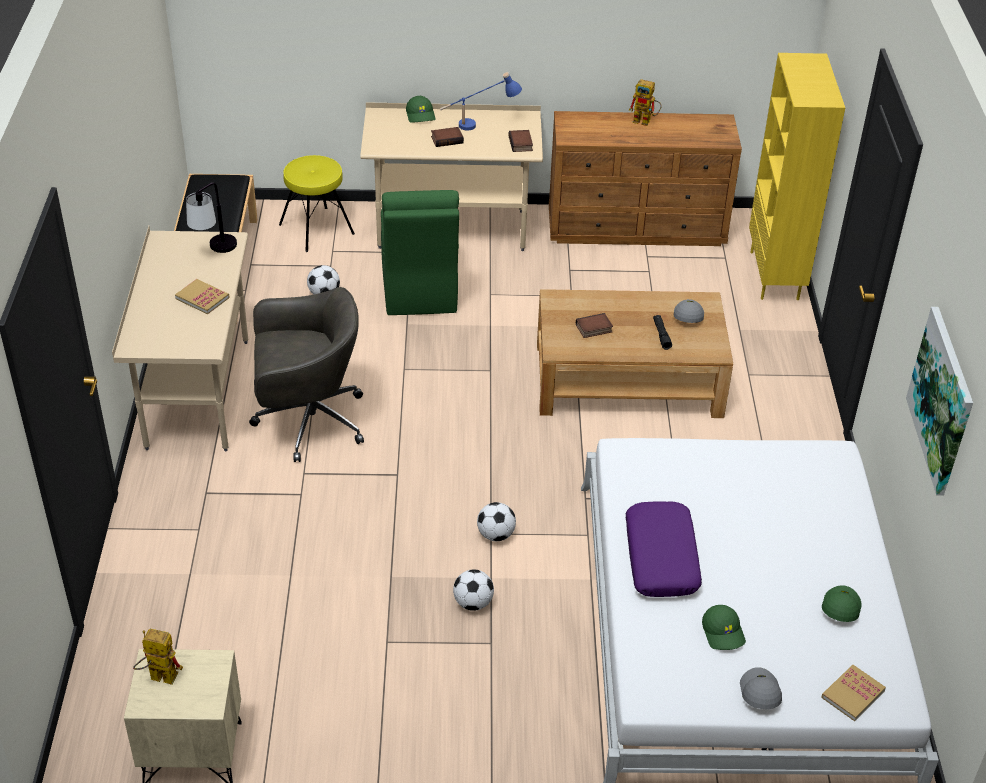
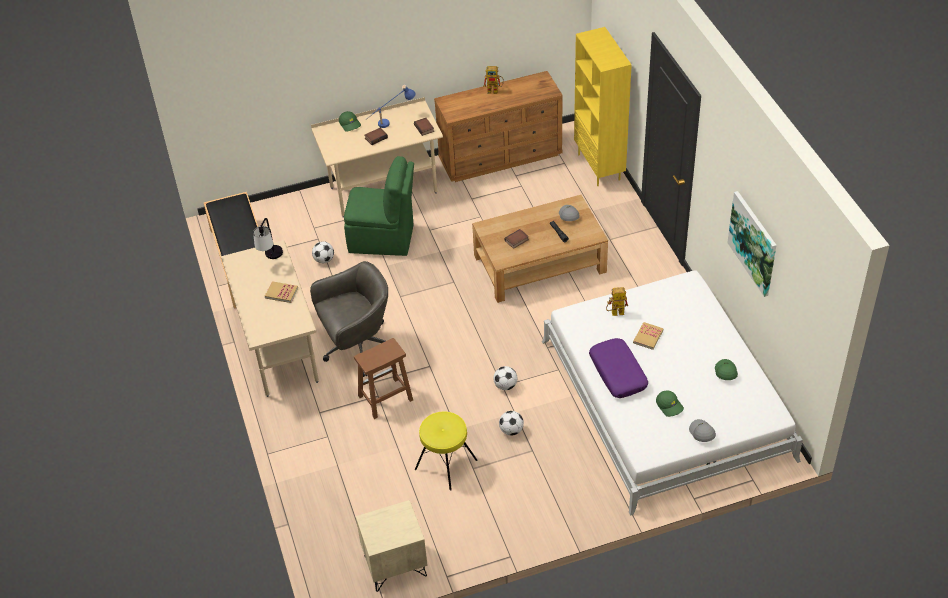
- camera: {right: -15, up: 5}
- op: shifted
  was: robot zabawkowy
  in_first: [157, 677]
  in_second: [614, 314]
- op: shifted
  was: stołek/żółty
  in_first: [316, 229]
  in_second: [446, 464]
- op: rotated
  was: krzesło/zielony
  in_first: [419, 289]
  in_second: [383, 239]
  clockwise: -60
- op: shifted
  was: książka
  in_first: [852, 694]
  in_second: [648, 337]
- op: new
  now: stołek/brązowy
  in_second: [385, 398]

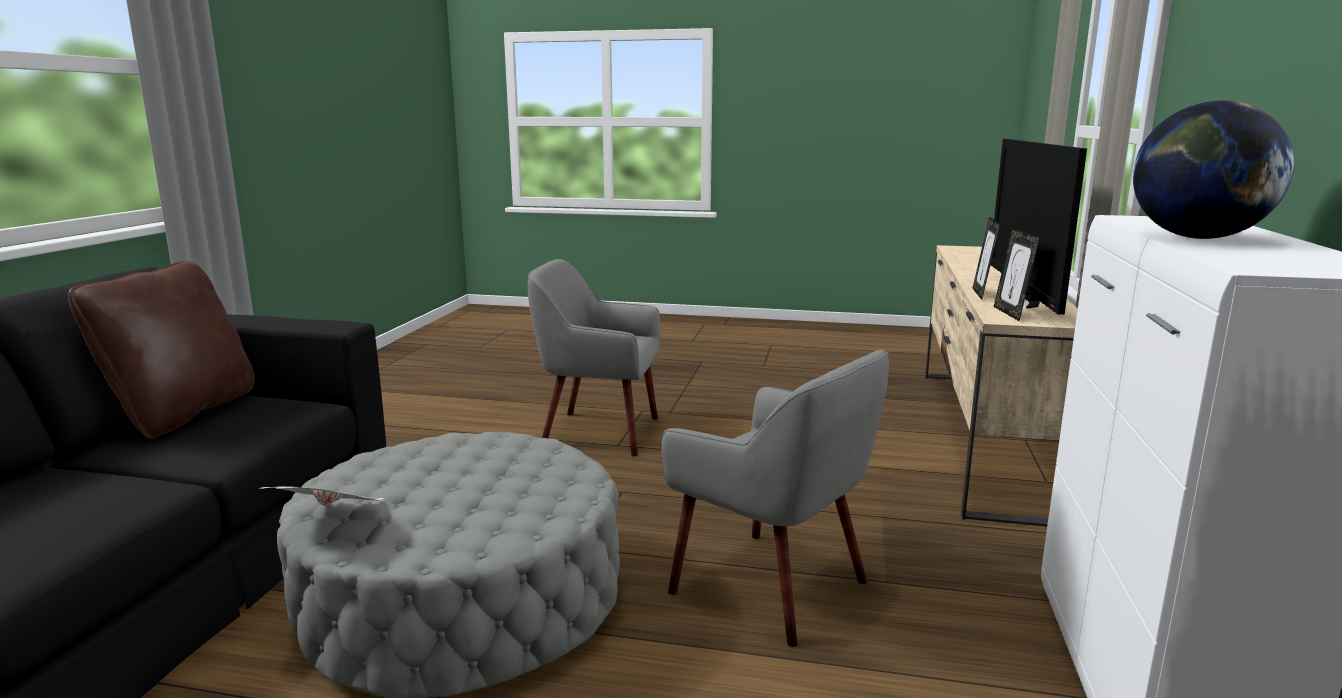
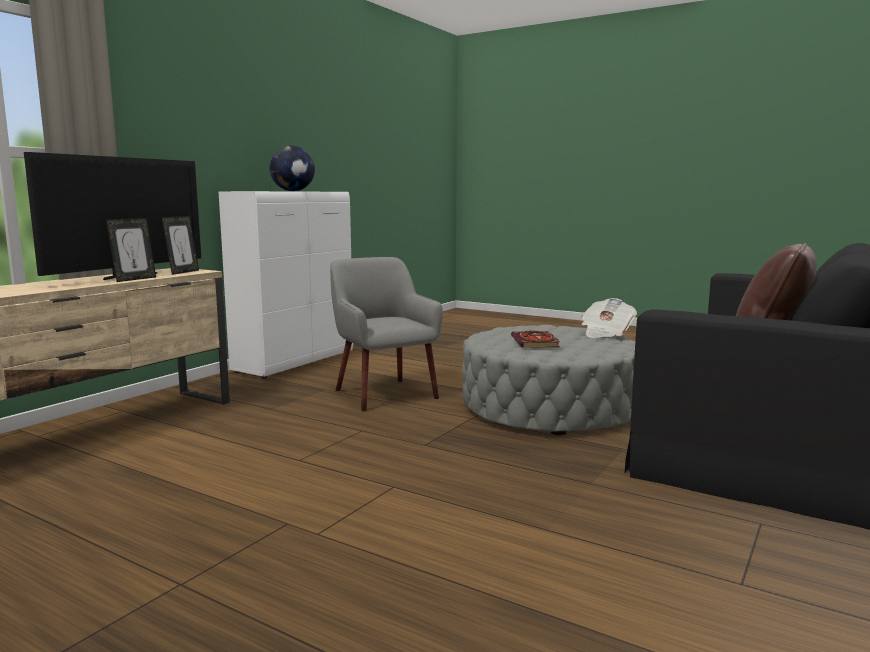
- camera: {right: -160, up: -5}
- op: gone
  was: fotel/szary
  in_first: [599, 432]
- op: new
  now: książka
  in_second: [536, 342]

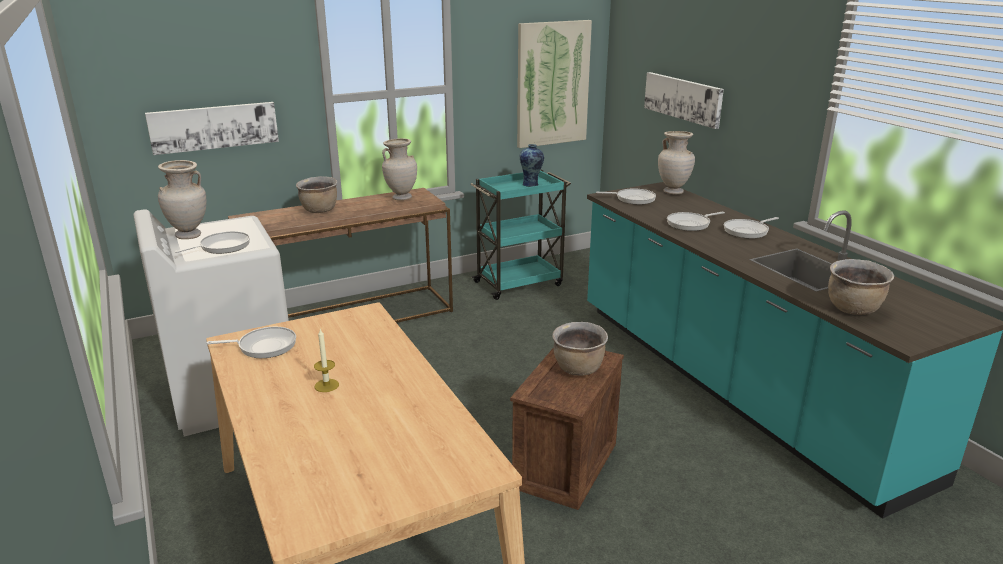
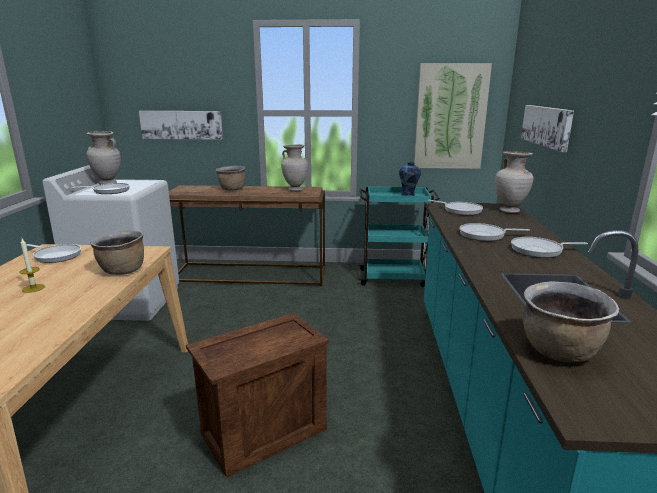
- camera: {right: 30, up: -5}
- op: shifted
  was: garnek/brązowy
  in_first: [578, 369]
  in_second: [122, 271]

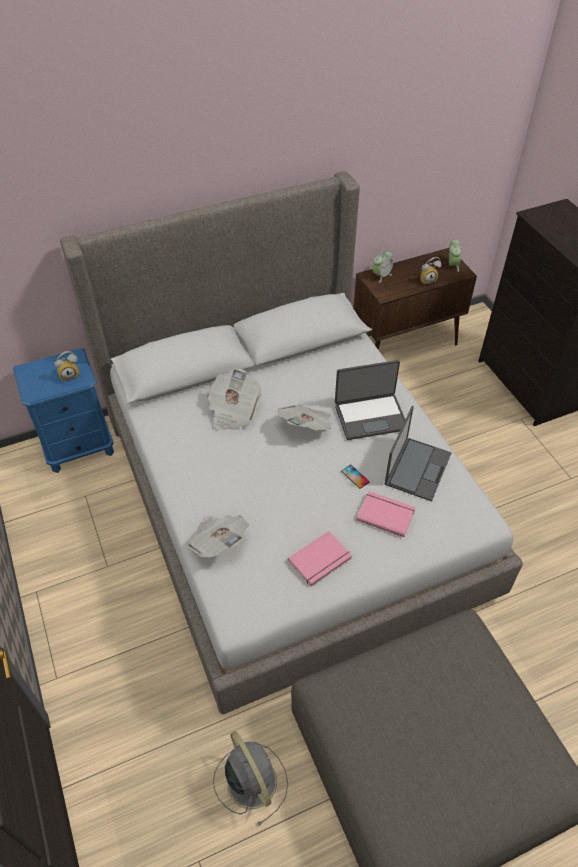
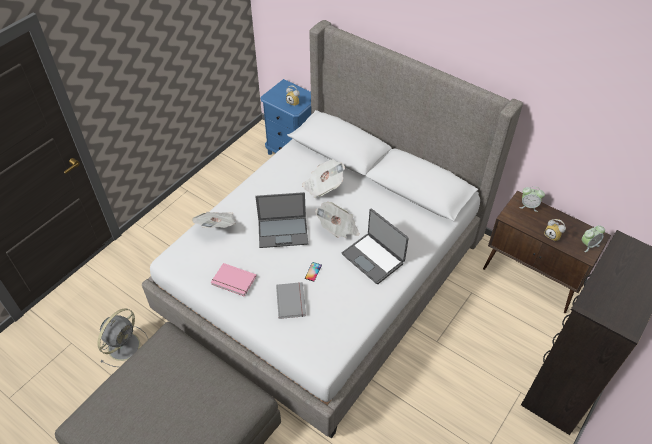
- camera: {right: 60, up: 0}
- op: repainted
  was: książka/różowy
  now: książka/szary
  in_first: [385, 513]
  in_second: [292, 301]
- op: shifted
  was: laptop
  in_first: [418, 468]
  in_second: [283, 232]

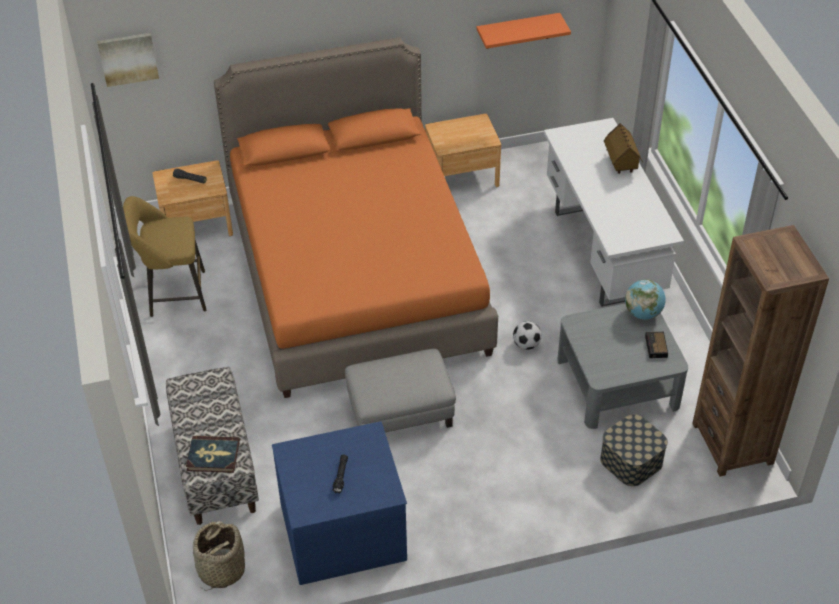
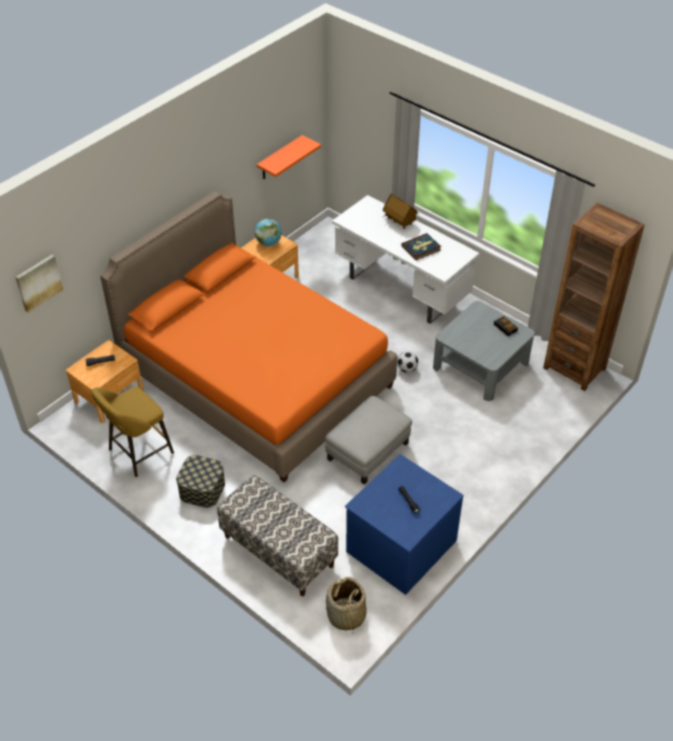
- camera: {right: -35, up: 0}
- op: shifted
  was: książka
  in_first: [213, 456]
  in_second: [421, 248]
- op: shifted
  was: pojemnik do przechowywania
  in_first: [631, 461]
  in_second: [202, 489]
- op: shifted
  was: globus
  in_first: [643, 313]
  in_second: [268, 243]

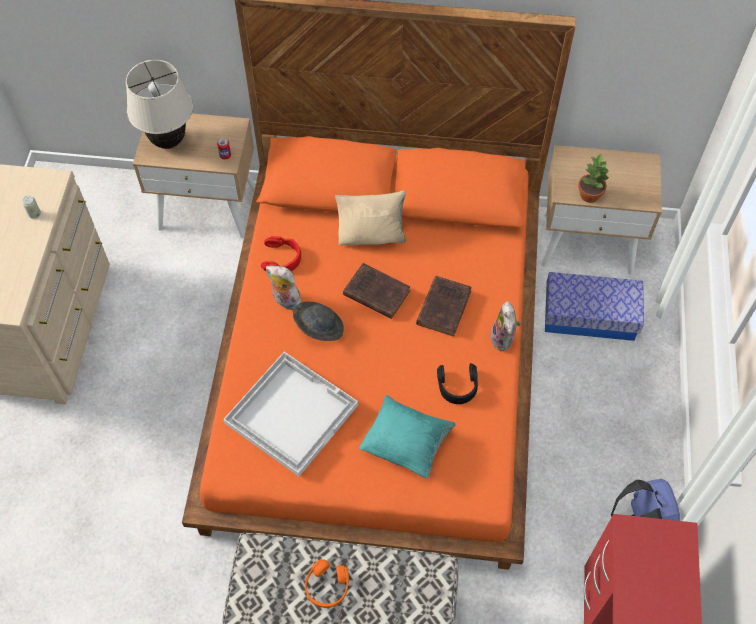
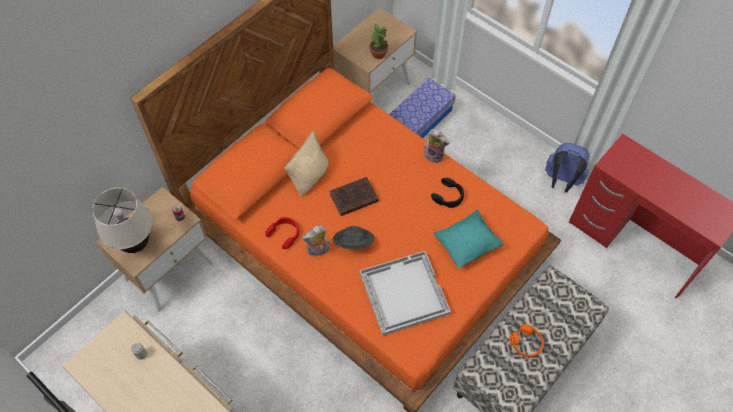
- camera: {right: -55, up: 0}
- op: gone
  was: książka/brązowy
  in_first: [444, 306]

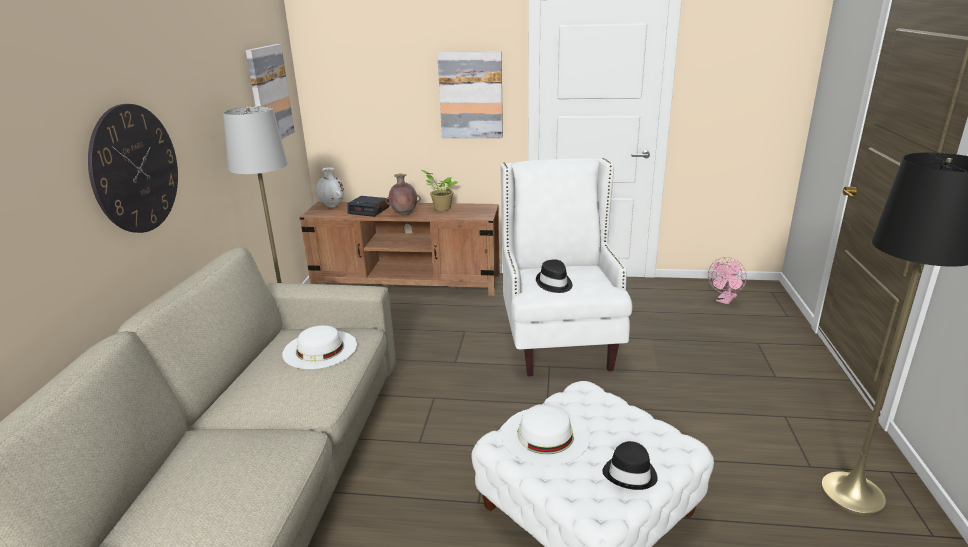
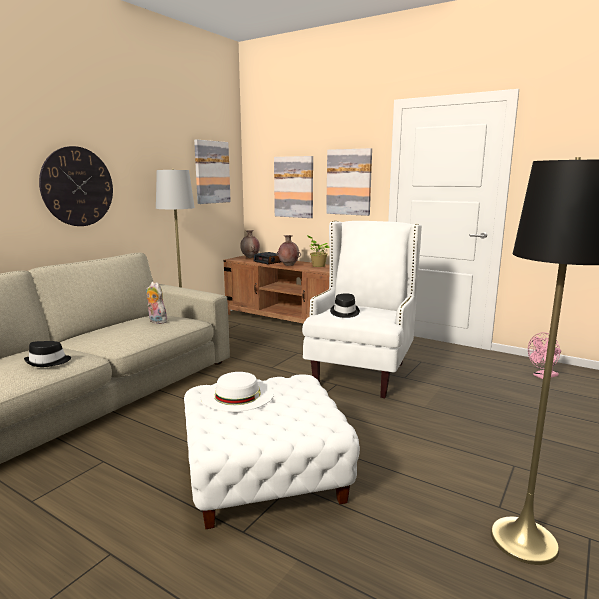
- camera: {right: 25, up: -10}
- op: swapped
  was: kapelusz/biały
  now: pluszak
  in_first: [320, 349]
  in_second: [156, 321]
- op: repainted
  was: wazon/biały
  now: wazon/brązowy
  in_first: [332, 206]
  in_second: [250, 257]
- op: shifted
  was: kapelusz/czarny
  in_first: [630, 474]
  in_second: [48, 362]
- op: new
  now: obraz
  in_second: [294, 187]

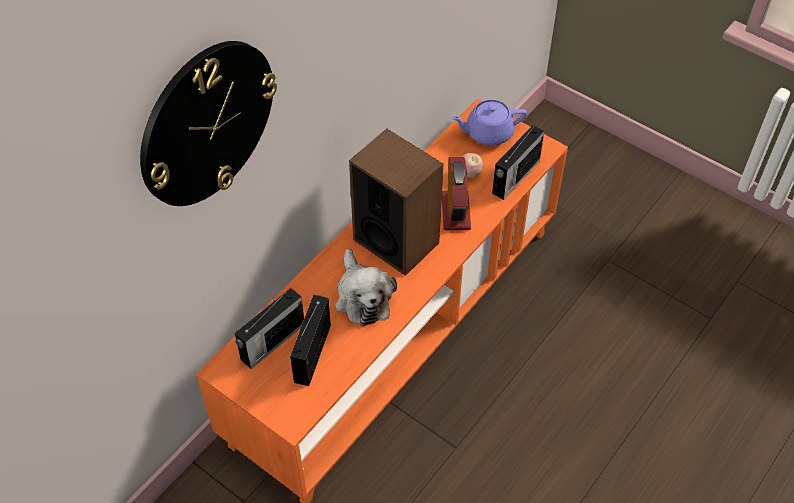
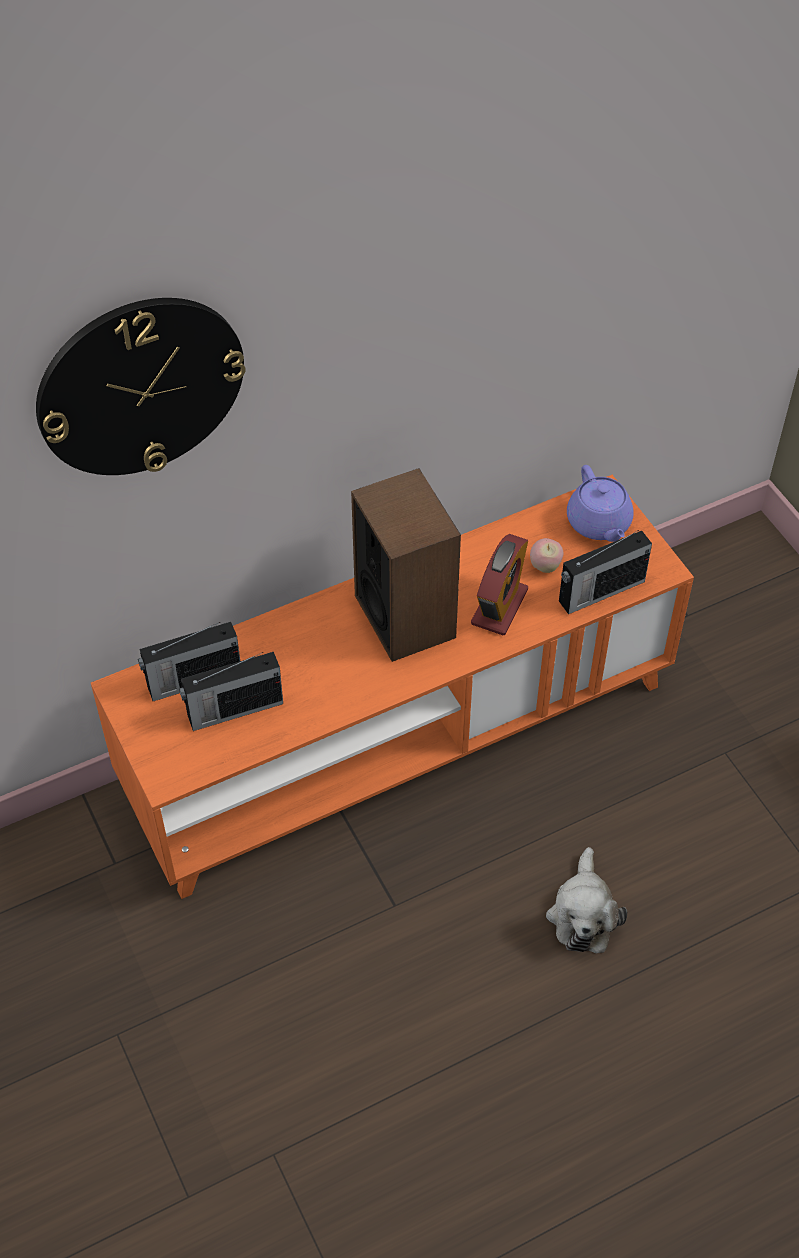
- camera: {right: 25, up: 0}
- op: rotated
  was: radio
  in_first: [313, 352]
  in_second: [233, 710]
  clockwise: -150
- op: shifted
  was: pluszak
  in_first: [362, 297]
  in_second: [583, 913]
- op: rotated
  was: imbryk/fioletowy
  in_first: [488, 133]
  in_second: [599, 523]
  clockwise: -120

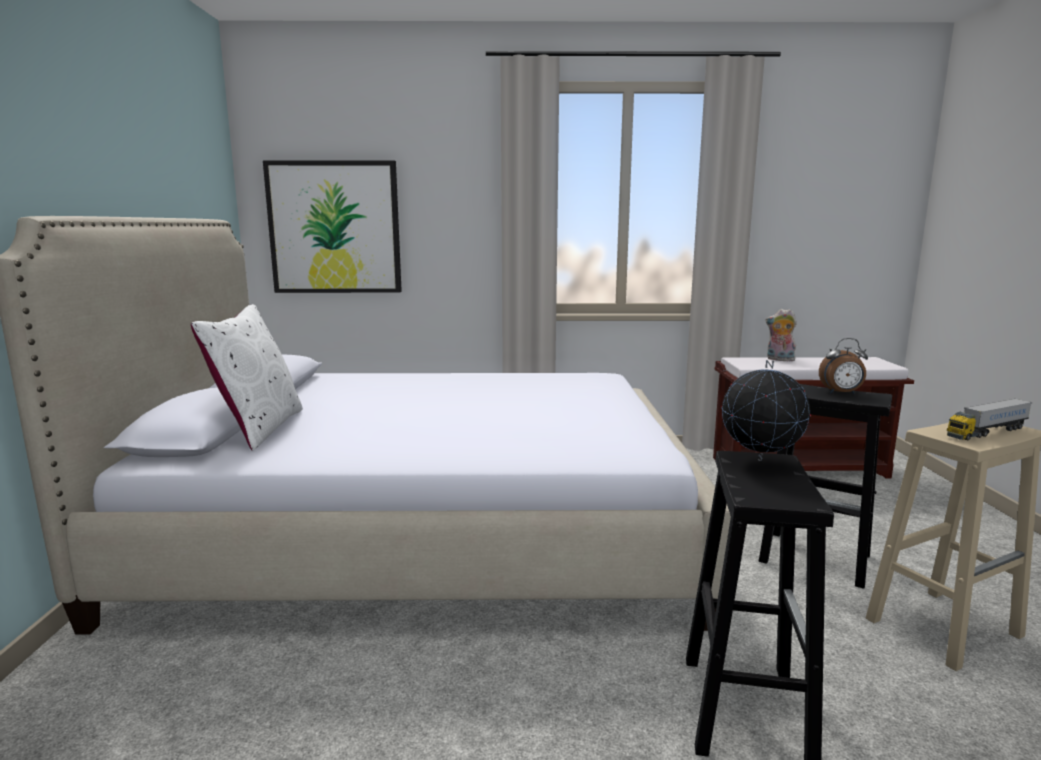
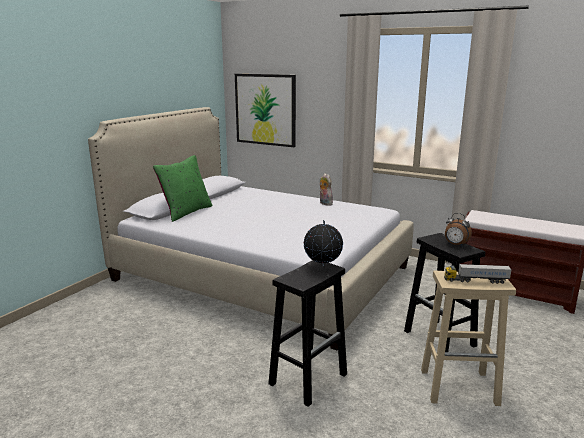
- camera: {right: 30, up: 5}
- op: repainted
  was: poduszka/biały
  now: poduszka/zielony
  in_first: [259, 428]
  in_second: [186, 212]
- op: shifted
  was: pluszak
  in_first: [779, 359]
  in_second: [324, 203]

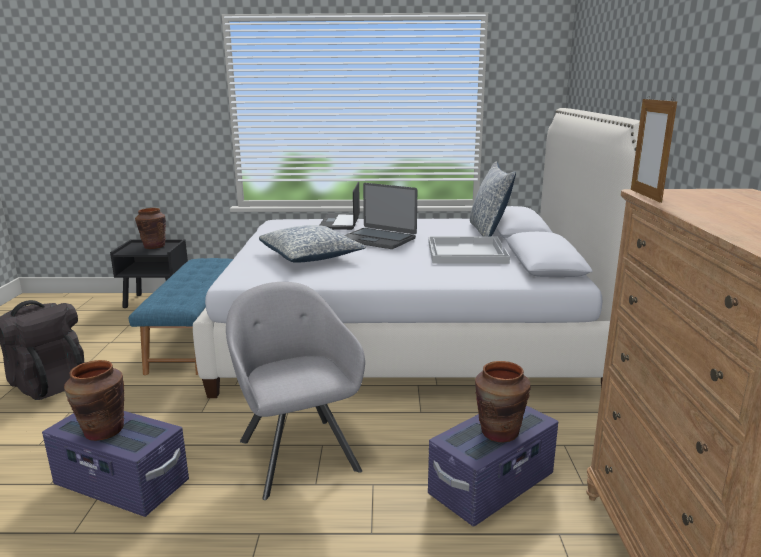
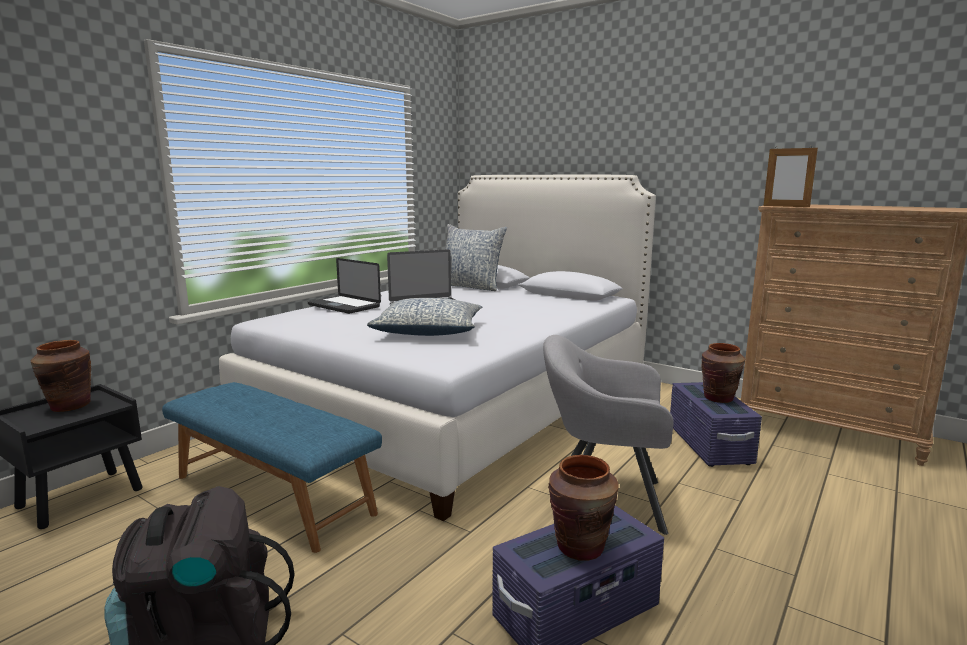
- camera: {right: -55, up: -5}
- op: gone
  was: taca/biały
  in_first: [465, 252]

